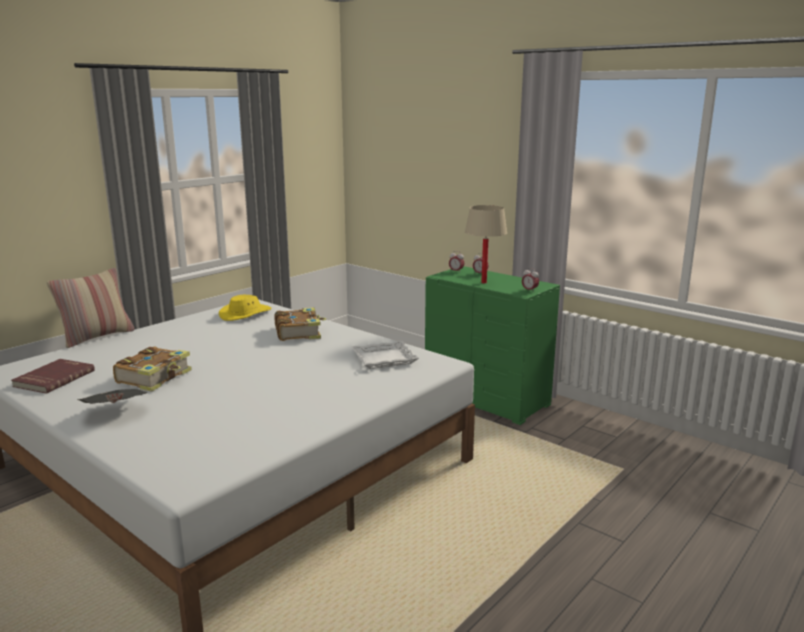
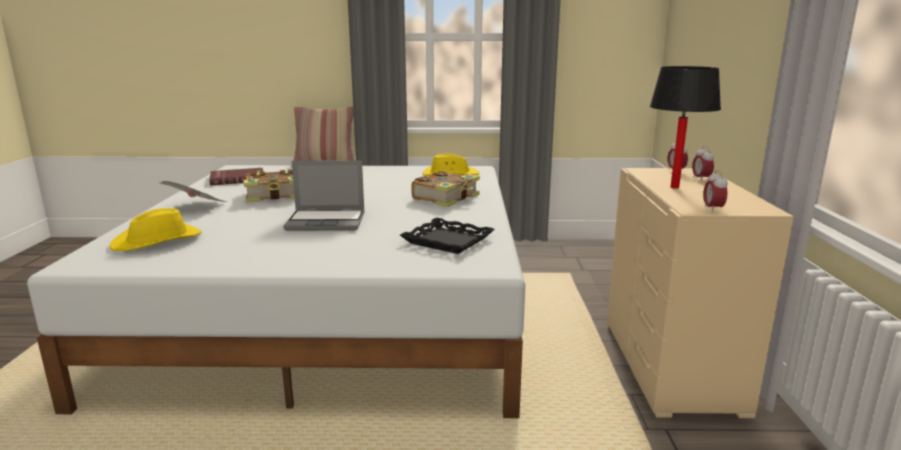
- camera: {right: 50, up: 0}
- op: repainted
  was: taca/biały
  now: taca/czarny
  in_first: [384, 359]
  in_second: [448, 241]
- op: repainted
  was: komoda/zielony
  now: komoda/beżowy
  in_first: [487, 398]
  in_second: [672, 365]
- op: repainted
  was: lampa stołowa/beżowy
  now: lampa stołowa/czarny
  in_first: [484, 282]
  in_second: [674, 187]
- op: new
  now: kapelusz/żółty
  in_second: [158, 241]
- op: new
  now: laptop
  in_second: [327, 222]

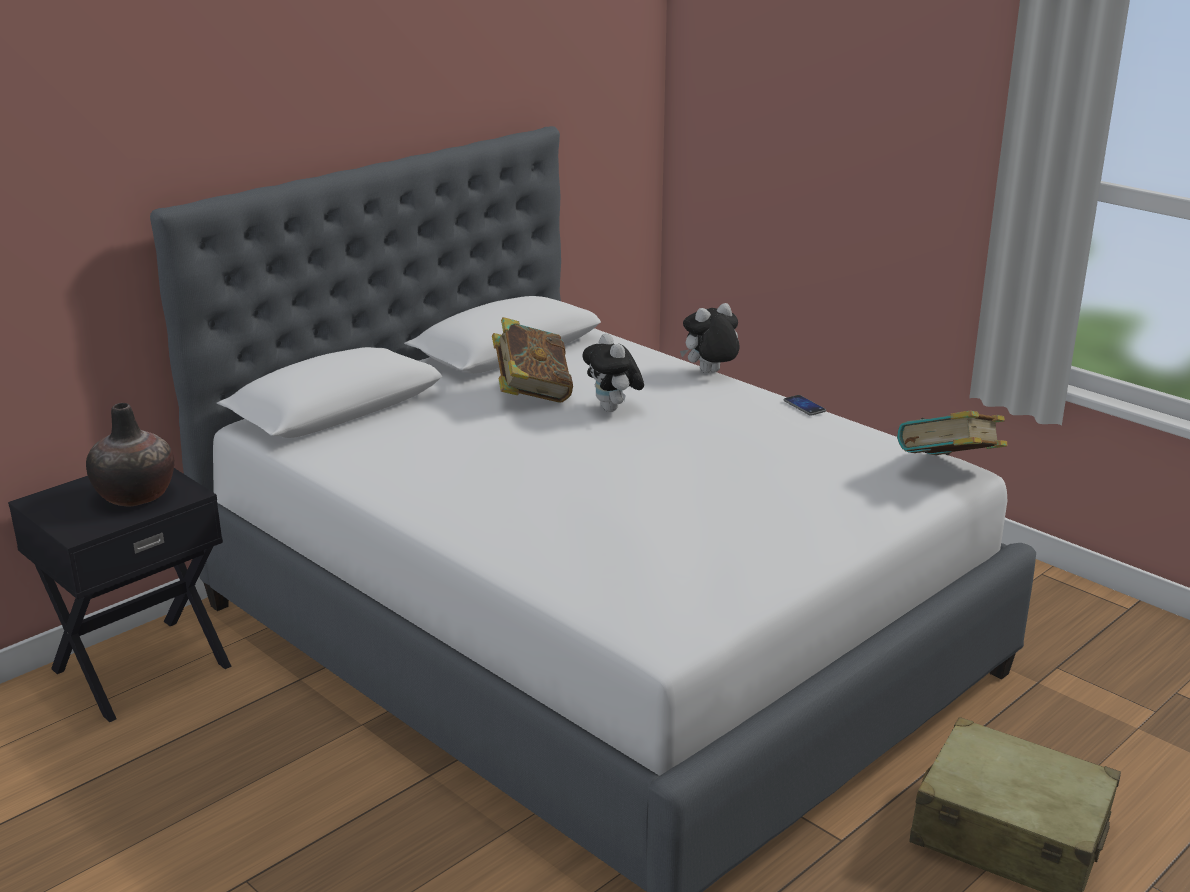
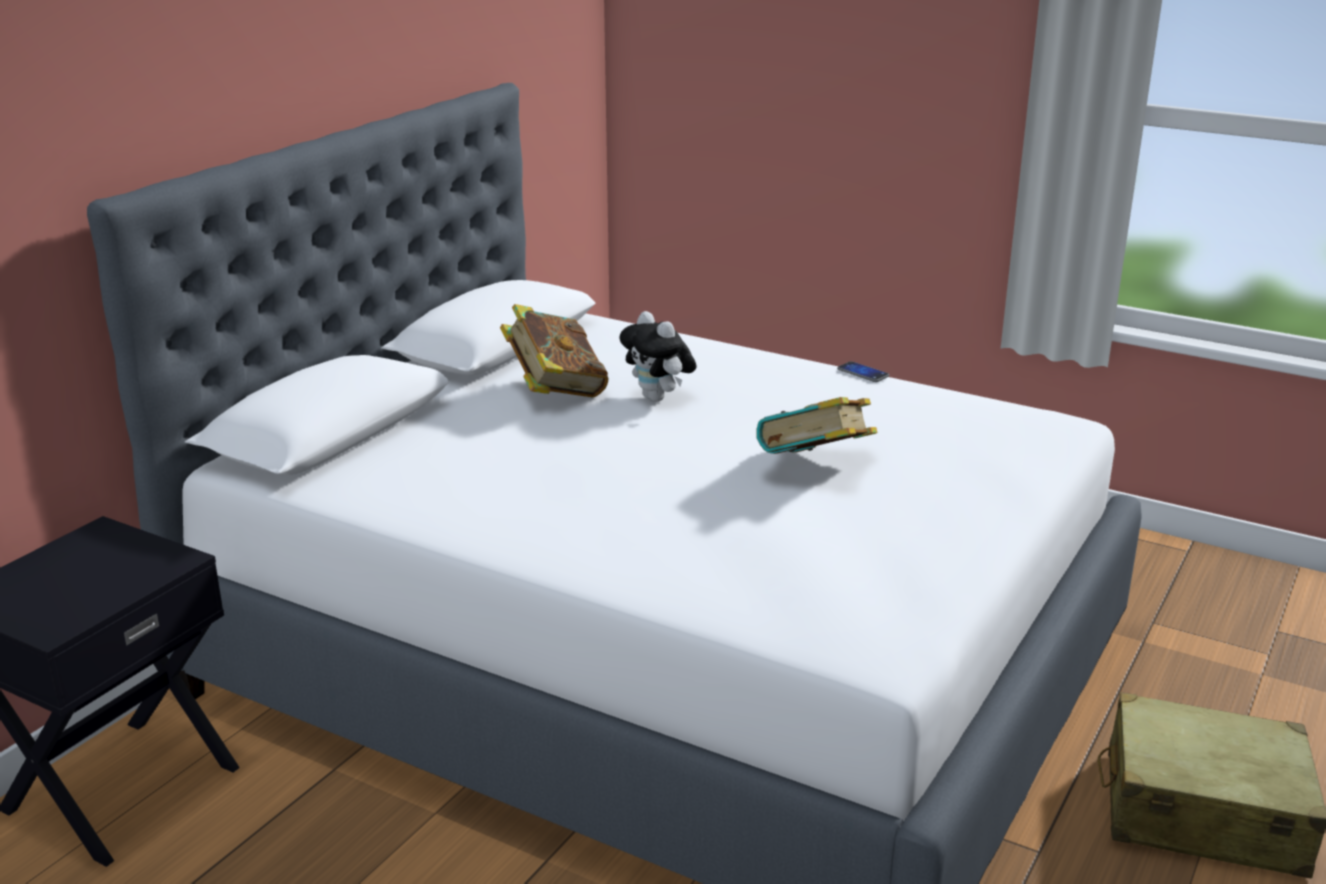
- camera: {right: -15, up: 0}
- op: gone
  was: wazon
  in_first: [136, 495]
- op: gone
  was: pluszak
  in_first: [710, 373]
- op: shifted
  was: książka
  in_first: [948, 471]
  in_second: [815, 469]

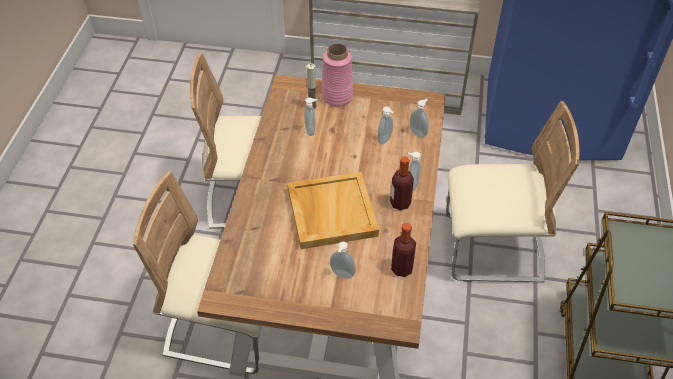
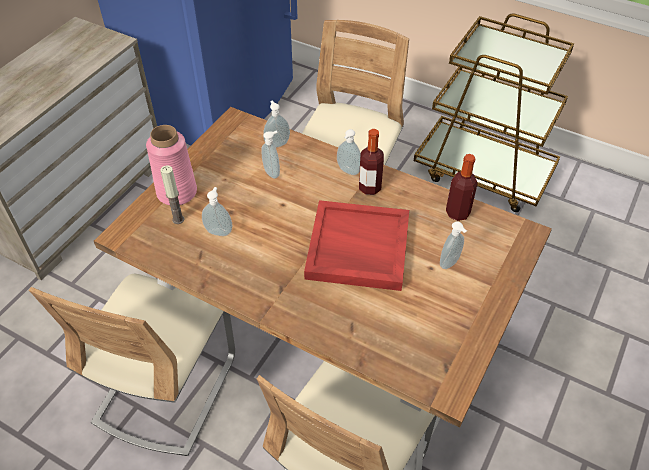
- camera: {right: -70, up: 0}
- op: repainted
  was: taca/beżowy
  now: taca/czerwony
  in_first: [331, 212]
  in_second: [357, 248]

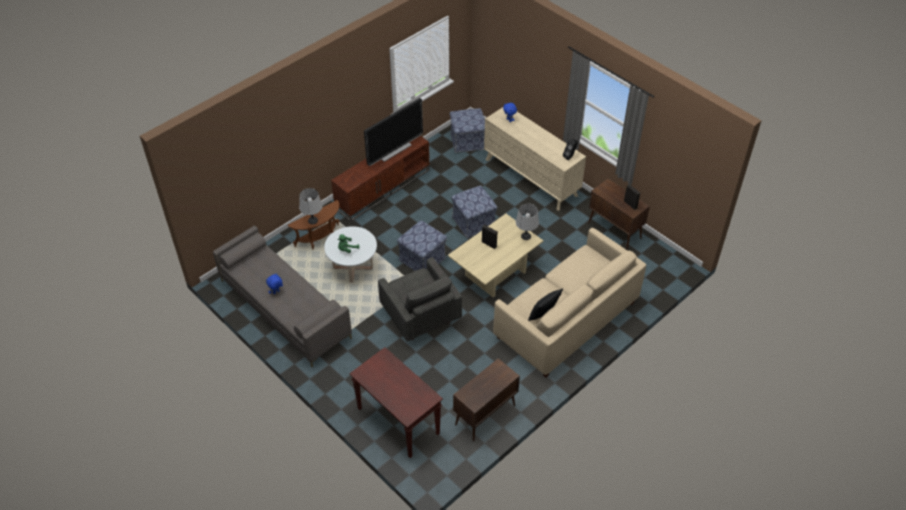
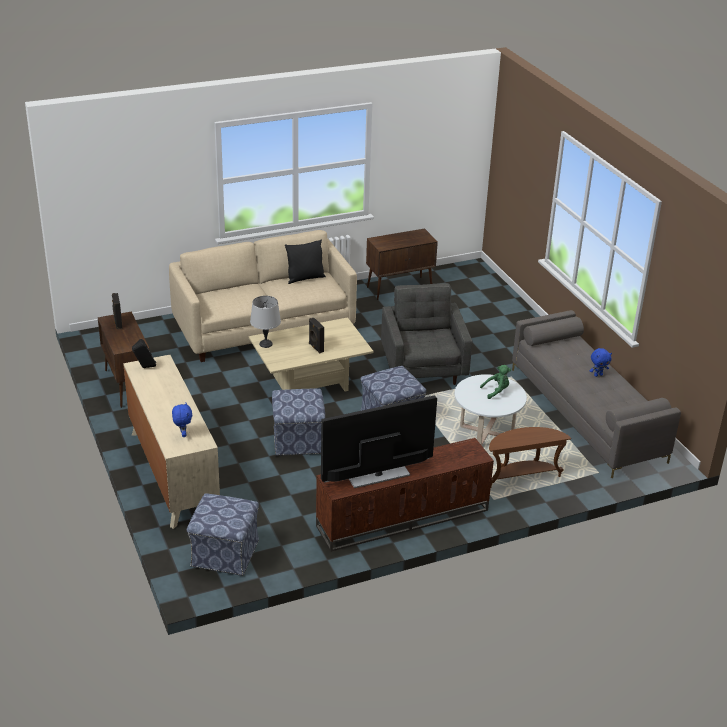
- camera: {right: -160, up: -15}
- op: gone
  was: lampa stołowa/szary
  in_first: [312, 220]
- op: gone
  was: stolik konsolowy/brązowy
  in_first: [397, 421]

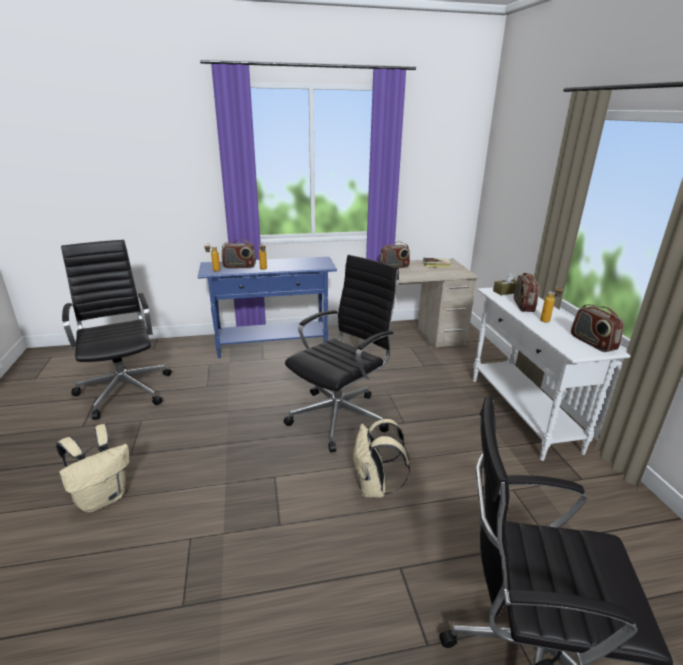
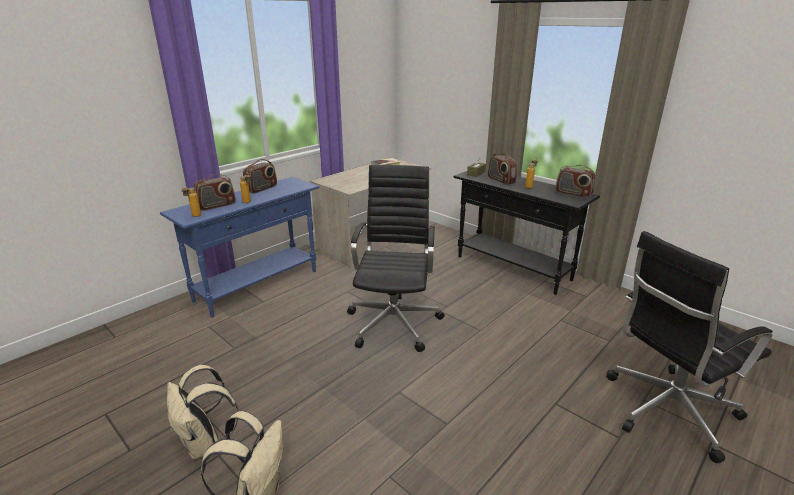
- camera: {right: -35, up: 0}
- op: gone
  was: krzesło biurowe/czarny
  in_first: [125, 389]
- op: shifted
  was: plecak/beżowy
  in_first: [374, 488]
  in_second: [204, 444]
- op: shifted
  was: radio
  in_first: [394, 267]
  in_second: [261, 189]
- op: repainted
  was: stolik konsolowy/biały
  now: stolik konsolowy/czarny
  in_first: [522, 413]
  in_second: [513, 268]

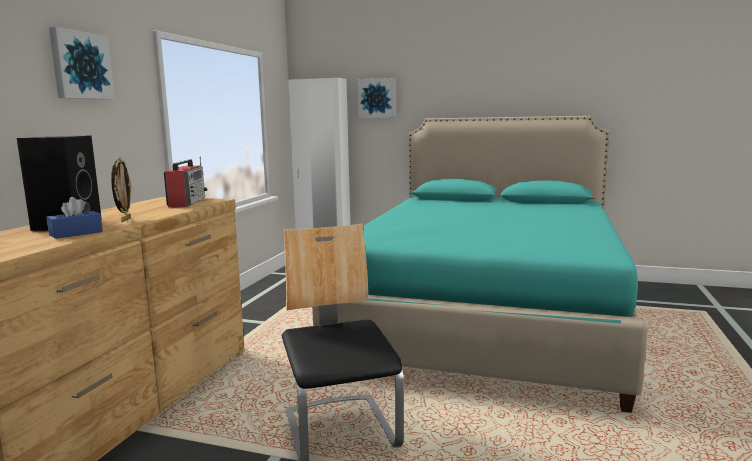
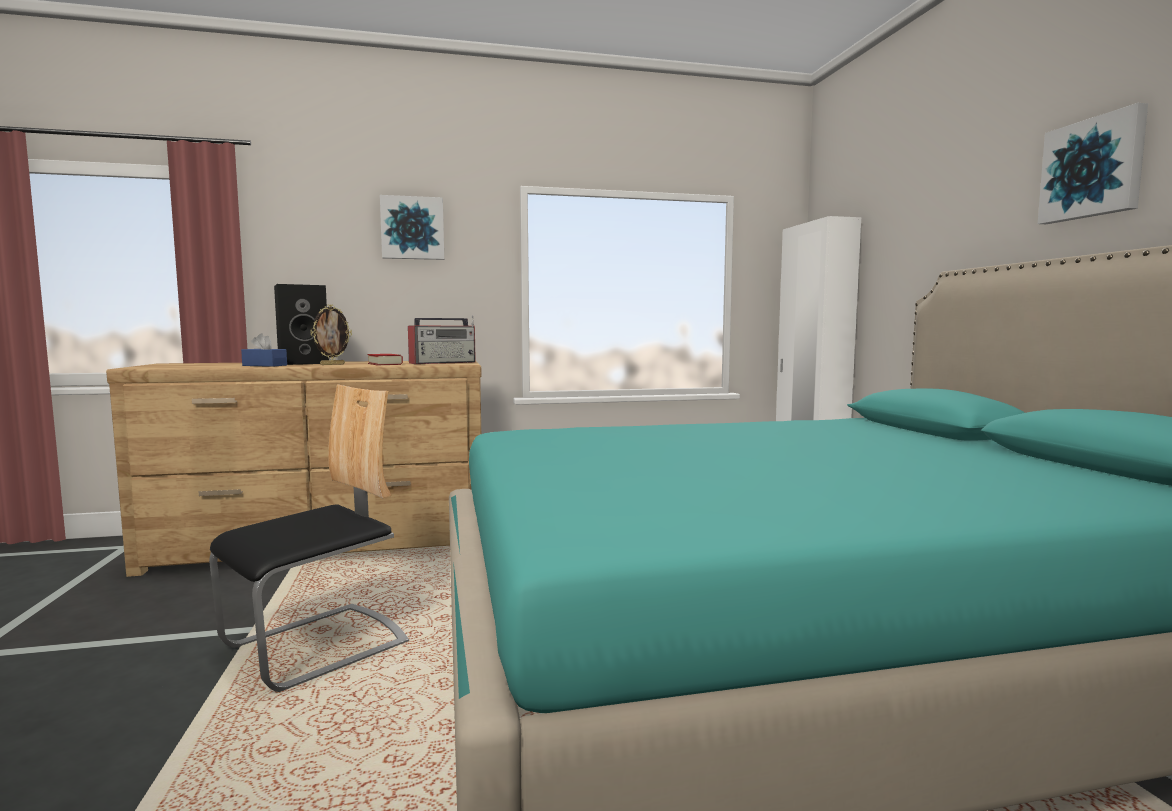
- camera: {right: 60, up: -5}
- op: shifted
  was: obraz
  in_first: [377, 98]
  in_second: [1093, 168]
- op: new
  now: książka
  in_second: [385, 364]

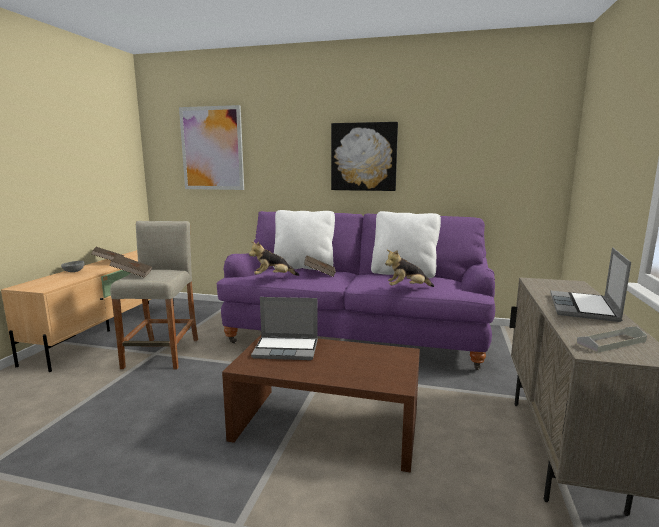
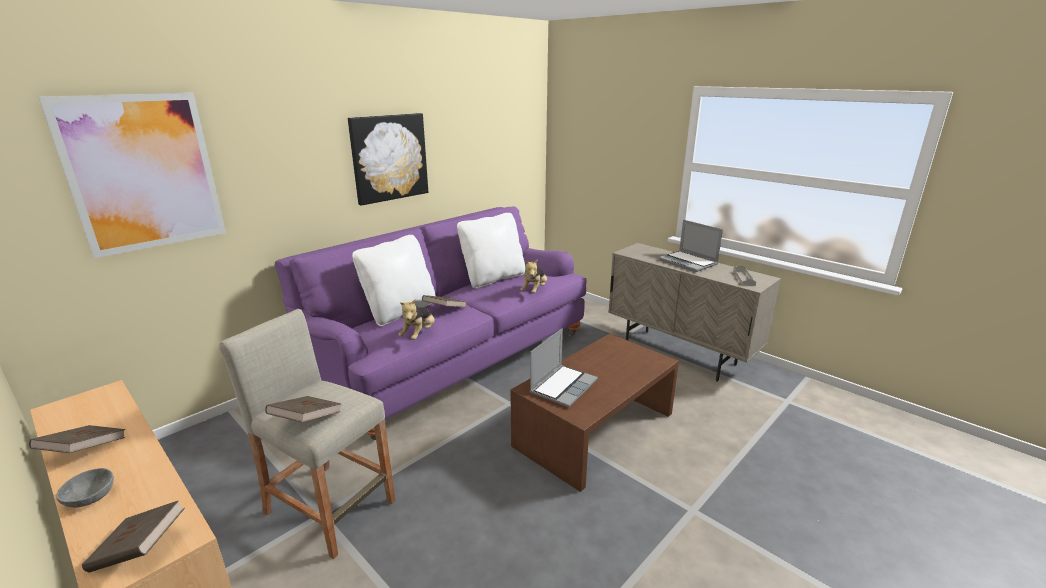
- camera: {right: -60, up: 10}
- op: new
  now: książka/brązowy
  in_second: [140, 550]

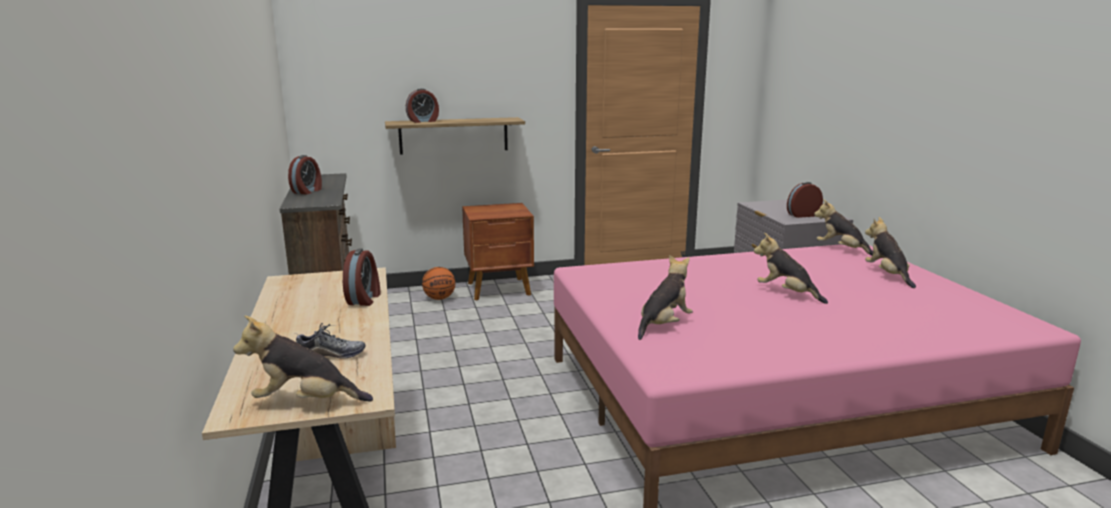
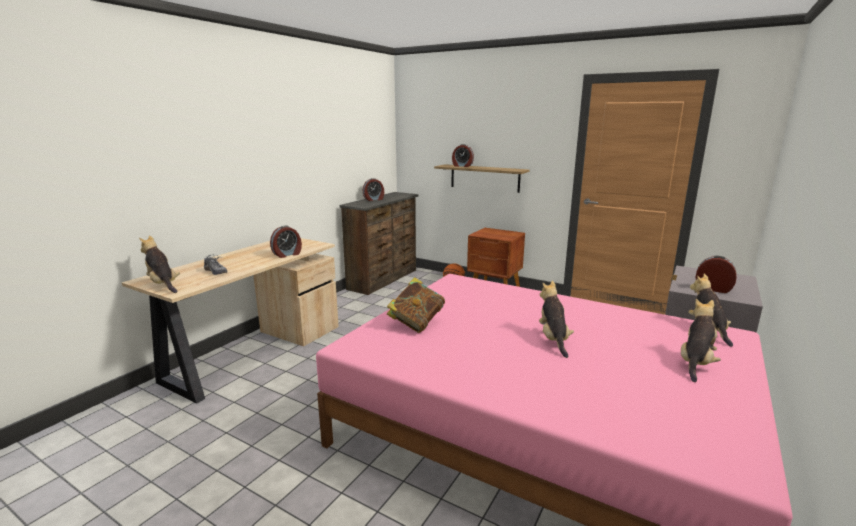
- camera: {right: 45, up: 0}
- op: swapped
  was: pluszak
  now: książka
  in_first: [664, 325]
  in_second: [416, 323]

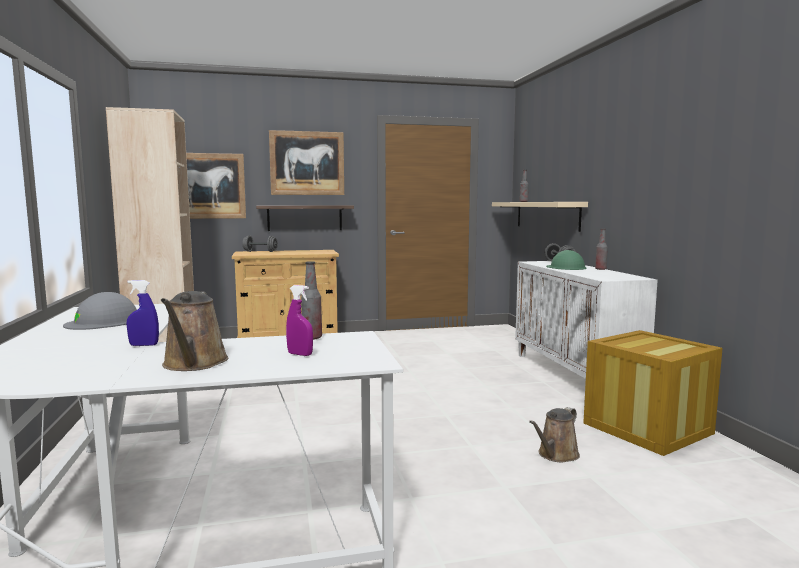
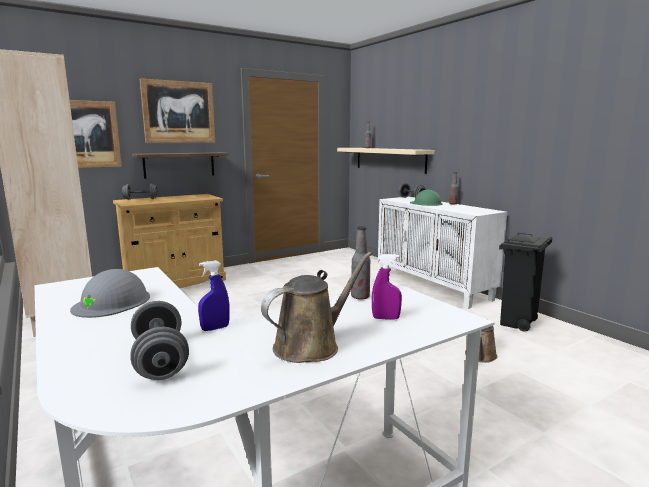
- camera: {right: -20, up: 5}
- op: rotated
  was: konewka/brązowy
  in_first: [194, 364]
  in_second: [311, 345]
  clockwise: -105
- op: swapped
  was: skrzynka
  now: kosz na śmieci/czarny
  in_first: [647, 428]
  in_second: [517, 324]
- op: new
  now: hantel/szary
  in_second: [160, 360]

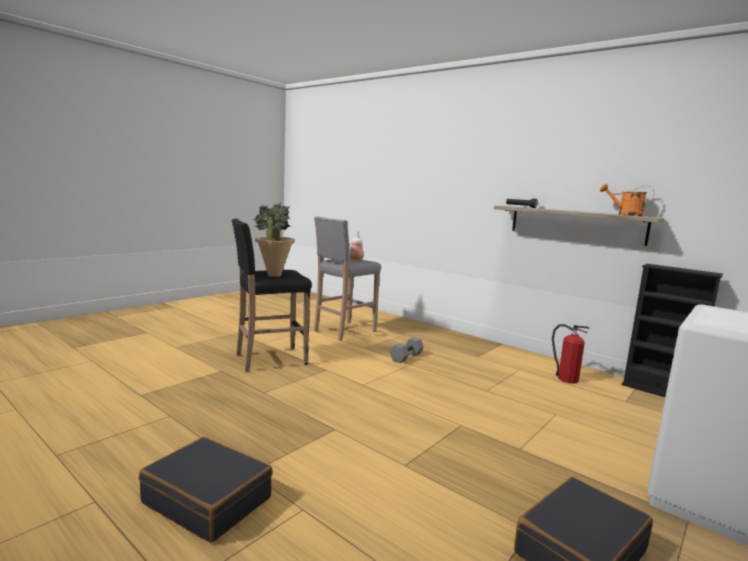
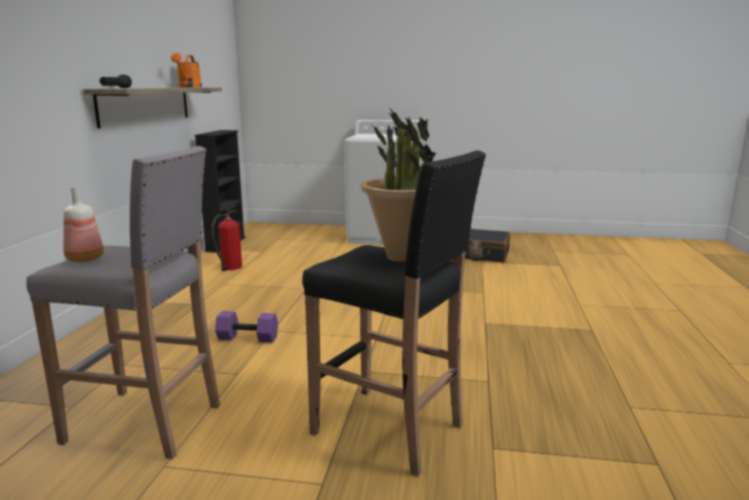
- camera: {right: -120, up: 5}
- op: gone
  was: walizka/czarny
  in_first: [208, 500]
- op: repainted
  was: hantel/szary
  now: hantel/fioletowy
  in_first: [406, 357]
  in_second: [248, 337]

